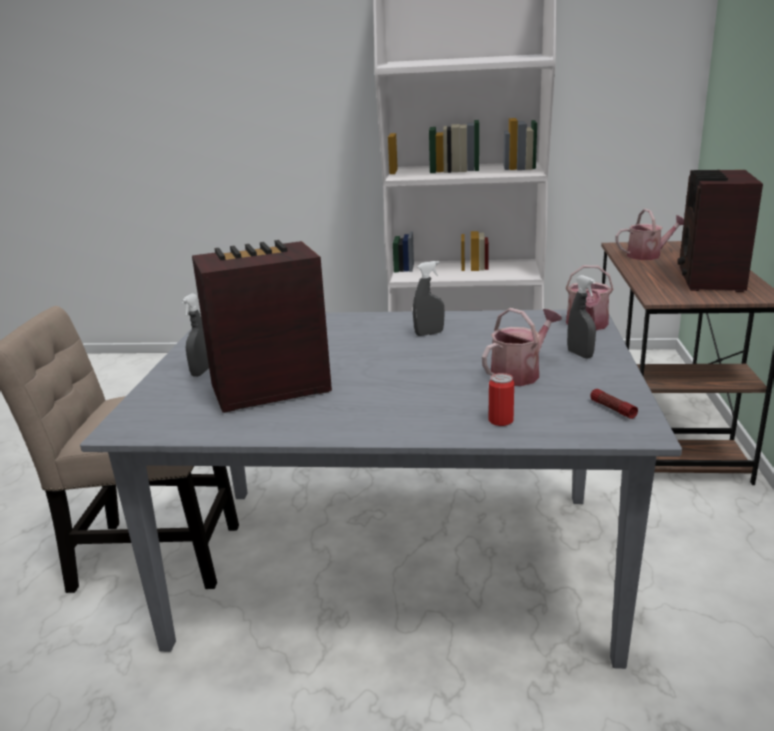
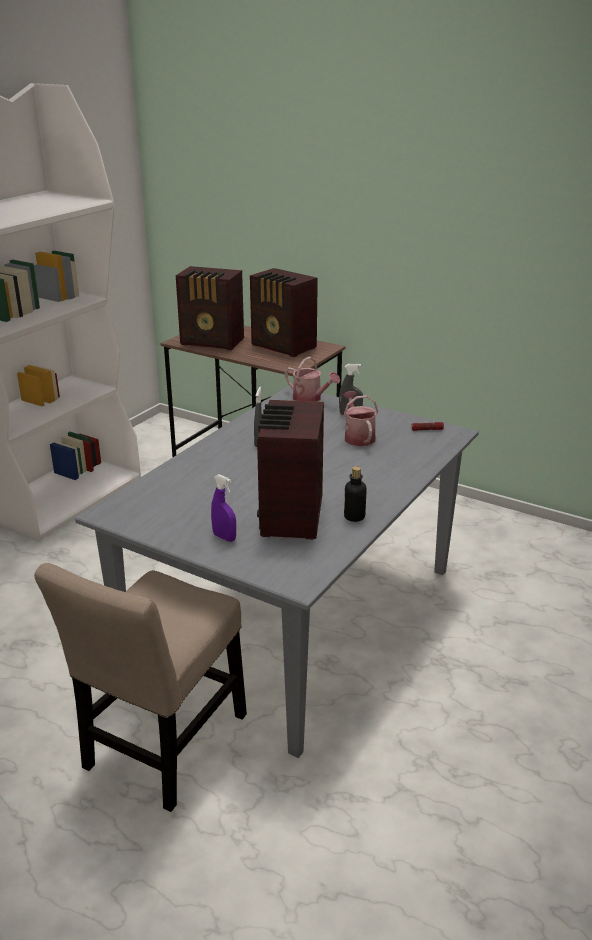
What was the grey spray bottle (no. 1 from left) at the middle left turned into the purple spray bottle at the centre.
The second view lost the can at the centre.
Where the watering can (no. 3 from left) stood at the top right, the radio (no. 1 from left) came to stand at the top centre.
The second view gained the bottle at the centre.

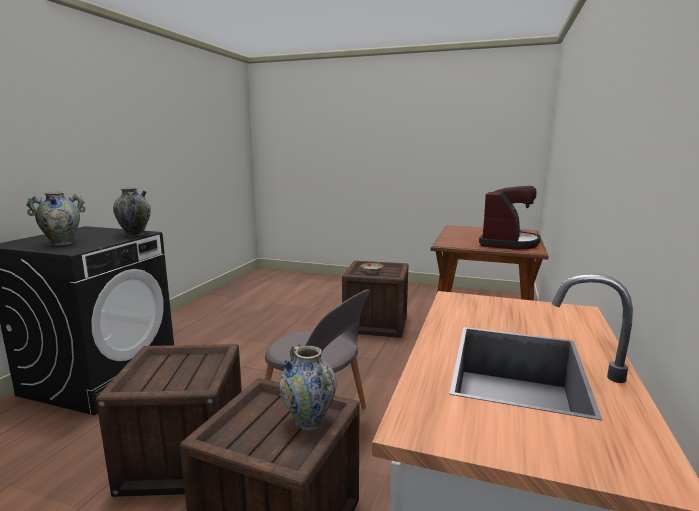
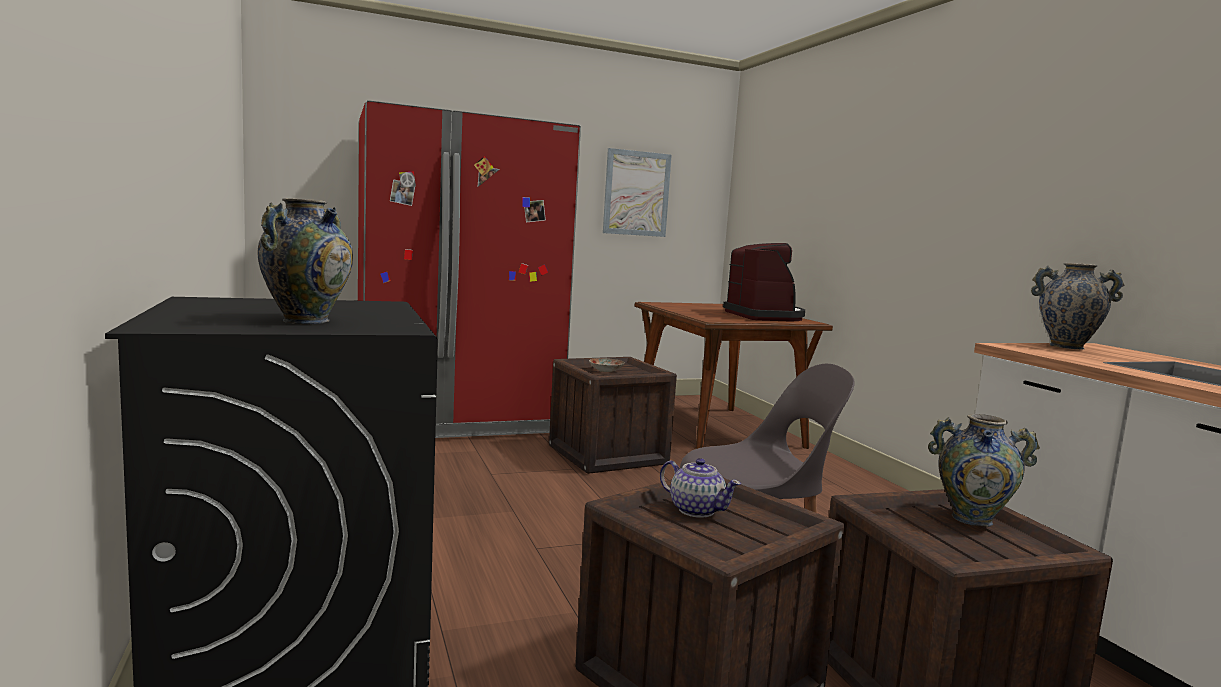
The vase (no. 2 from left in the first image) ended up elsewhere, having gone from the middle left to the middle right.
The second view gained the red fridge at the centre.
The second view gained the picture at the top centre.
The second view gained the teapot at the bottom centre.

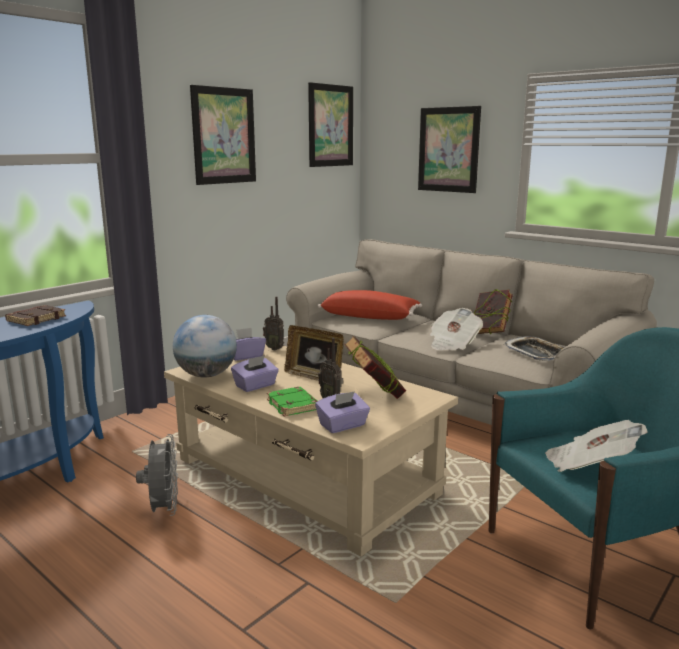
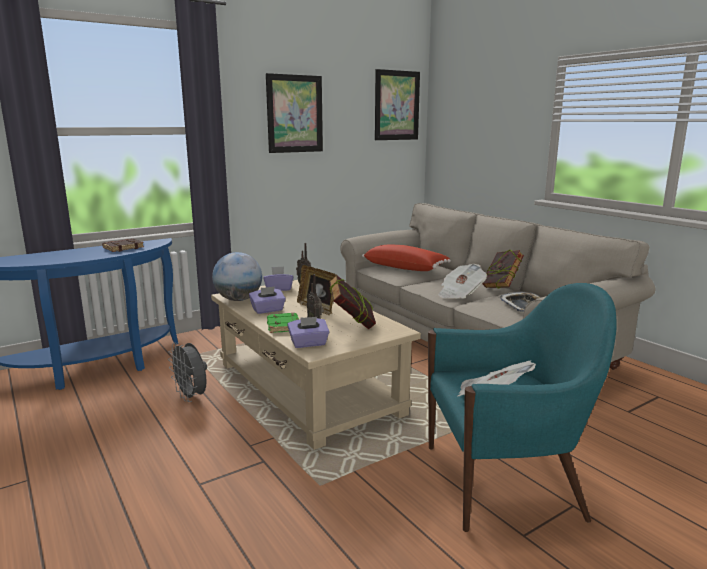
The grey fan at the bottom left ended up facing another way, 135 degrees clockwise from before.
The second view lost the picture (no. 3 from left) at the top centre.

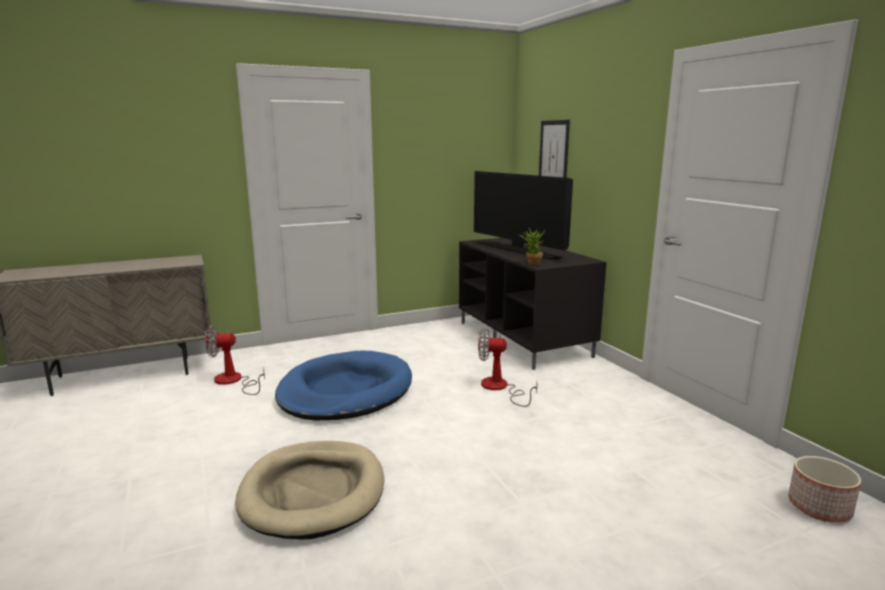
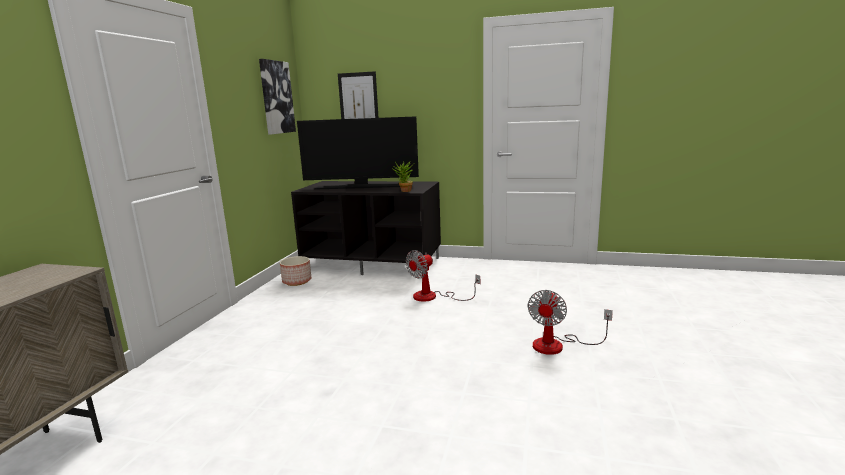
The fan (no. 1 from left in the first image) ended up elsewhere, having gone from the middle left to the bottom right.
The second view lost the beige dog bed at the bottom centre.
The second view lost the blue dog bed at the centre.
The planter ended up elsewhere, having gone from the bottom right to the centre.
The second view gained the picture (no. 1 from left) at the top left.

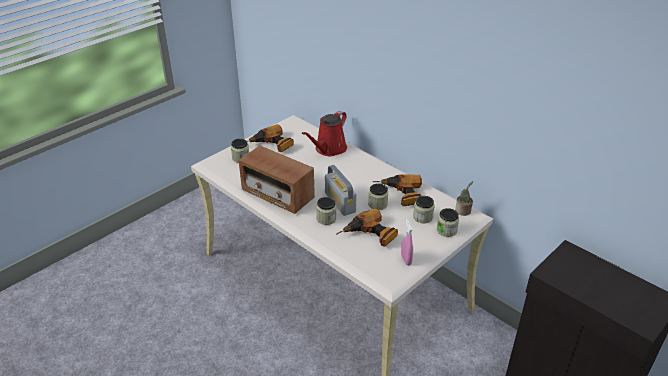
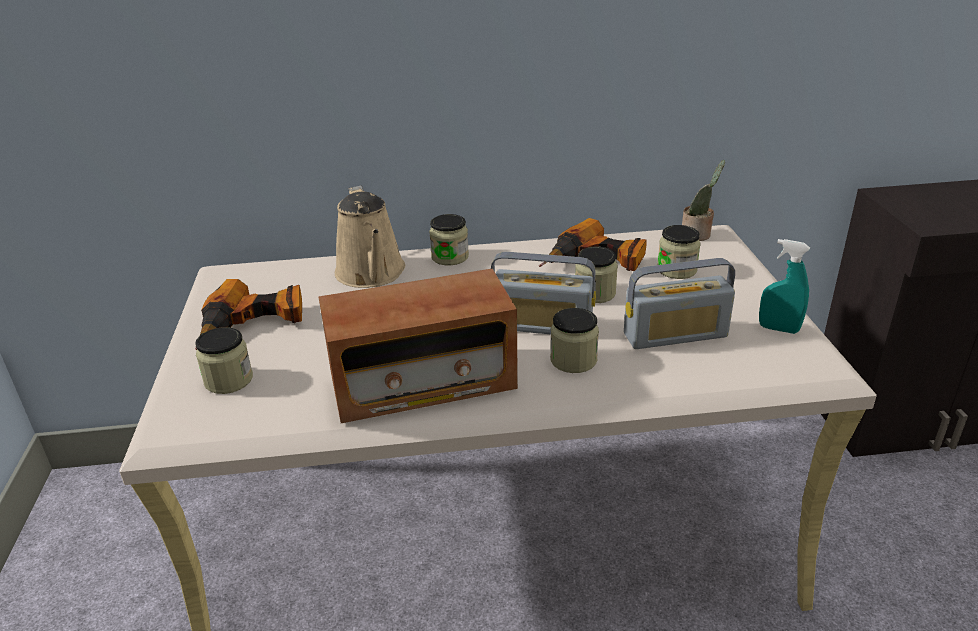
What was the red watering can at the centre turned into the beige watering can at the centre.
Where the power drill (no. 2 from left) stood at the centre, the radio (no. 3 from left) came to stand at the middle right.
What was the pink spray bottle at the centre turned into the turquoise spray bottle at the middle right.
The jar (no. 5 from left in the first image) ended up elsewhere, having gone from the middle right to the centre.

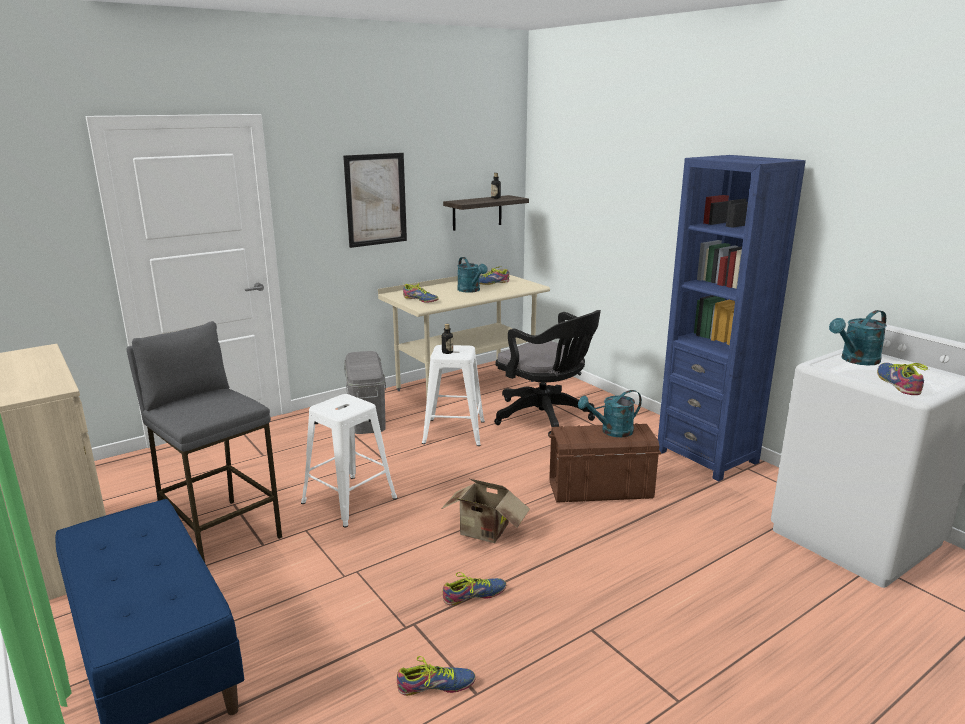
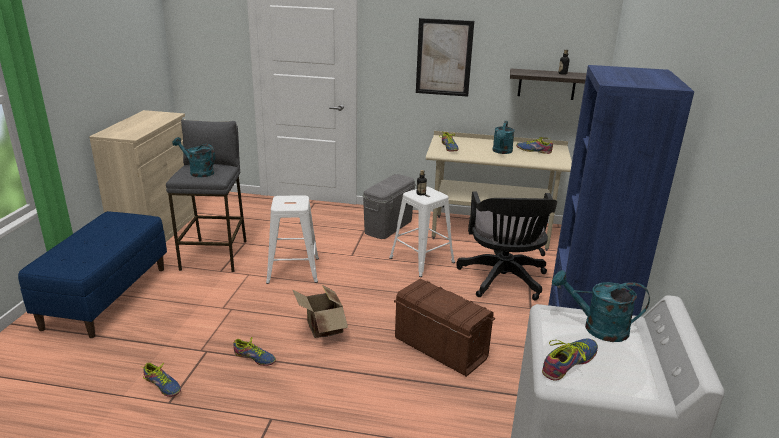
The turquoise watering can (no. 2 from left in the first image) ended up elsewhere, having gone from the centre to the middle left.

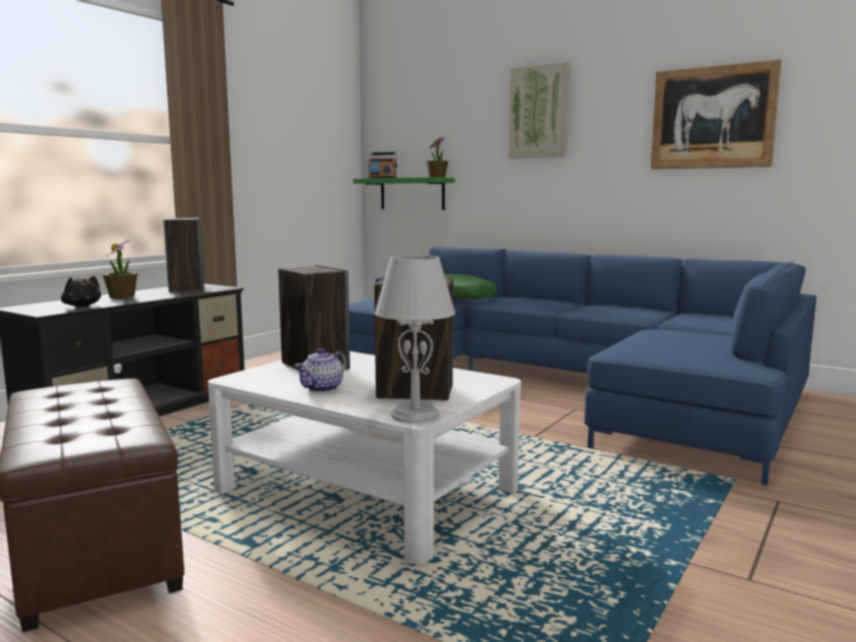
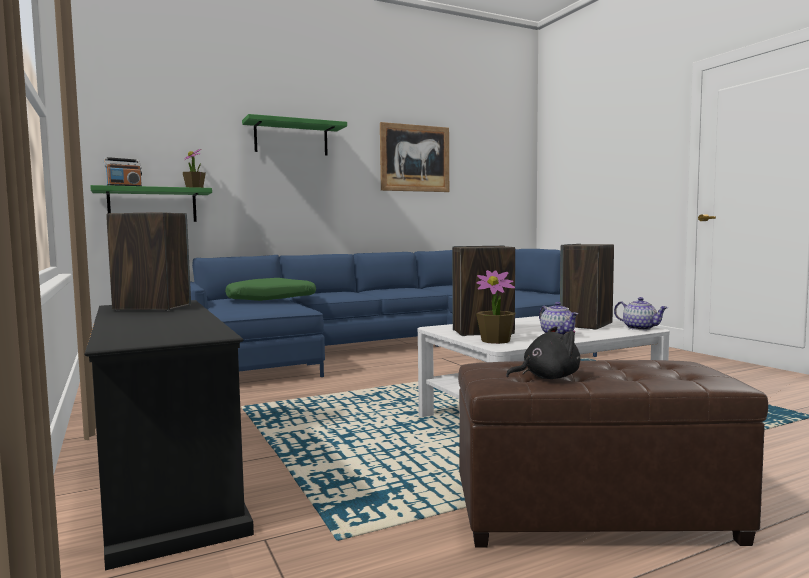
The black plush toy ended up elsewhere, having gone from the middle left to the middle right.
The potted plant (no. 1 from left in the first image) ended up elsewhere, having gone from the middle left to the centre.
Where the grey table lamp stood at the centre, the teapot (no. 2 from left) came to stand at the middle right.
Where the picture (no. 1 from left) hung at the top centre, the green shelf (no. 2 from left) came to hang at the top centre.

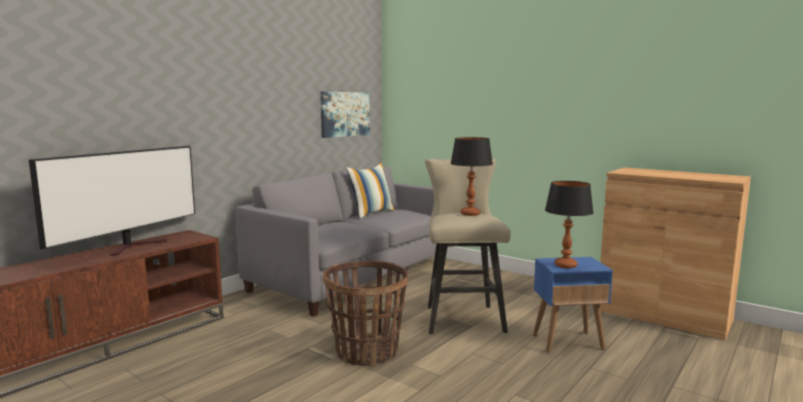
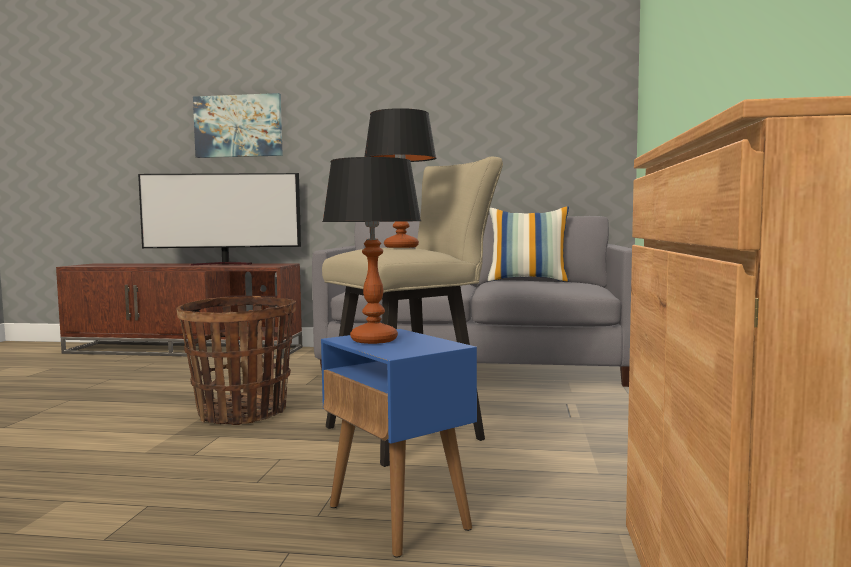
The picture ended up elsewhere, having gone from the top centre to the top left.

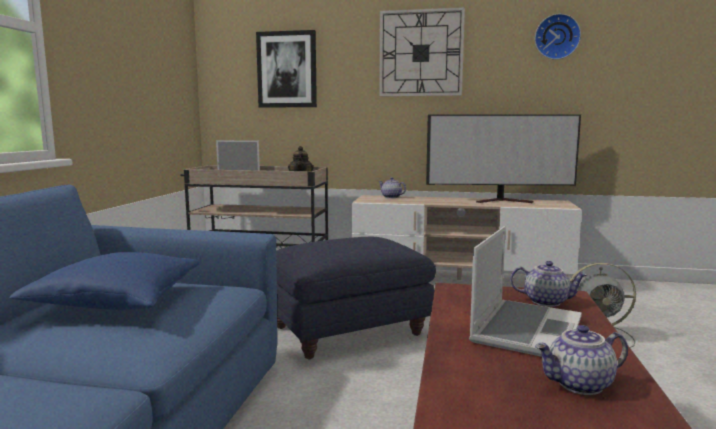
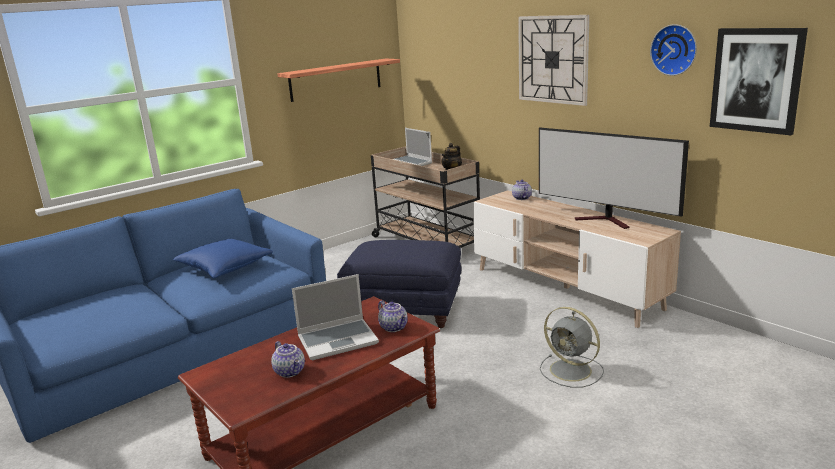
The picture ended up elsewhere, having gone from the top centre to the top right.
The teapot (no. 4 from left in the first image) at the bottom right ended up facing another way, 150 degrees counterclockwise from before.
The second view gained the shelf at the top centre.

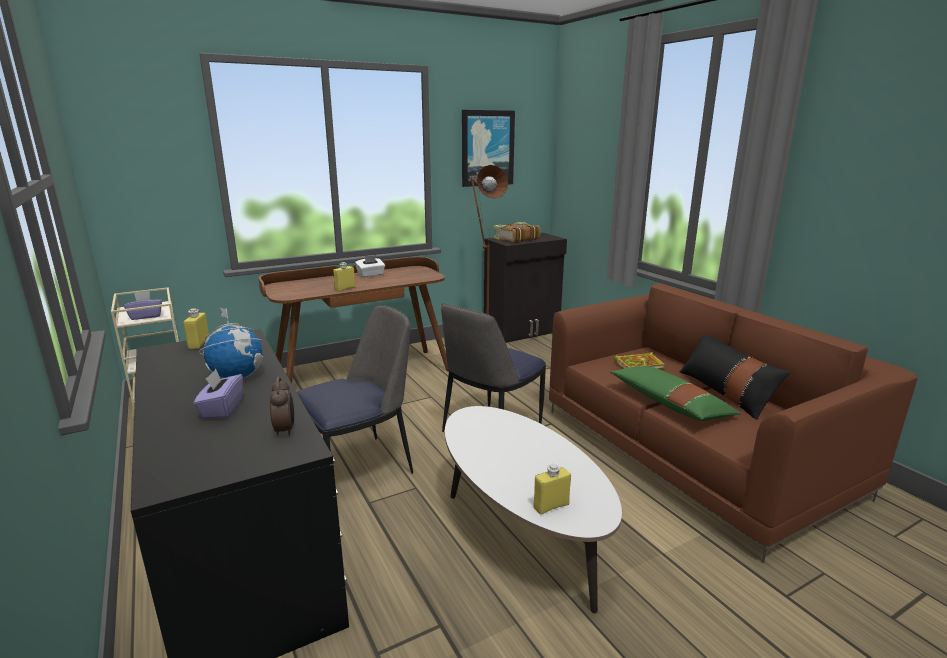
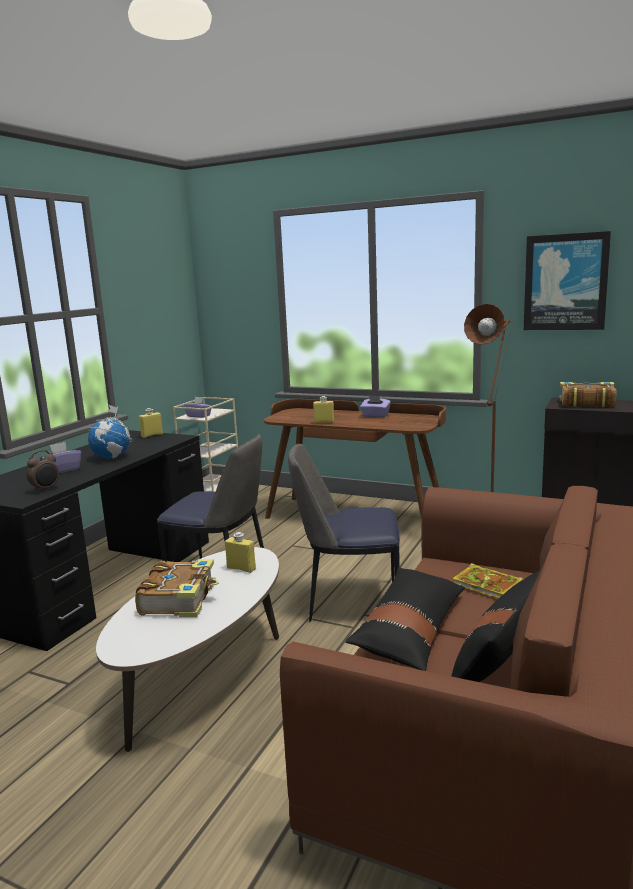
What was the white tissue box at the centre turned into the purple tissue box (no. 3 from left) at the centre.
The yellow bottle (no. 3 from left in the first image) ended up elsewhere, having gone from the bottom centre to the centre.
What was the green pillow at the middle right turned into the black pillow (no. 1 from left) at the bottom centre.
The second view gained the book (no. 1 from left) at the middle left.

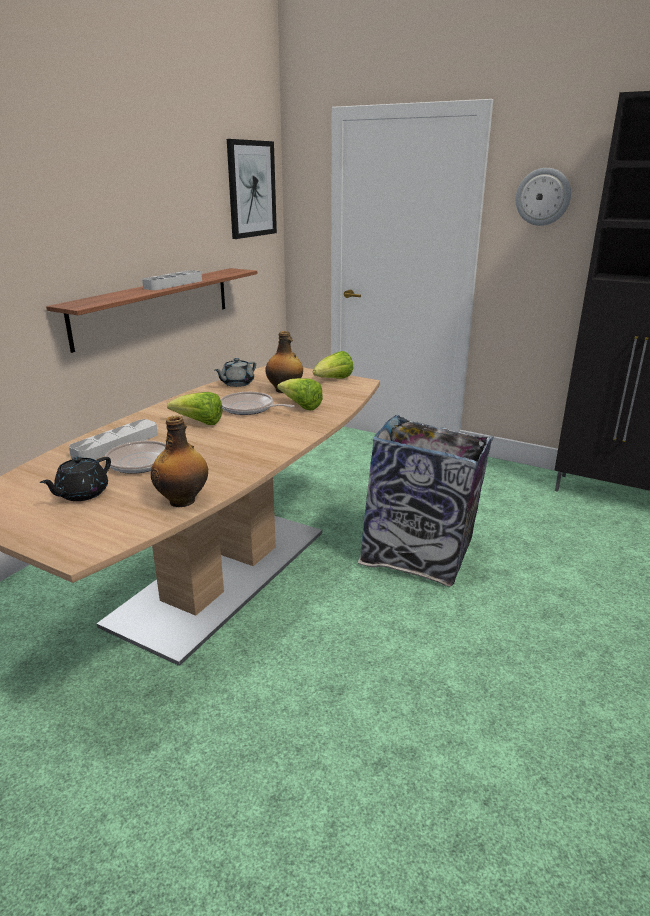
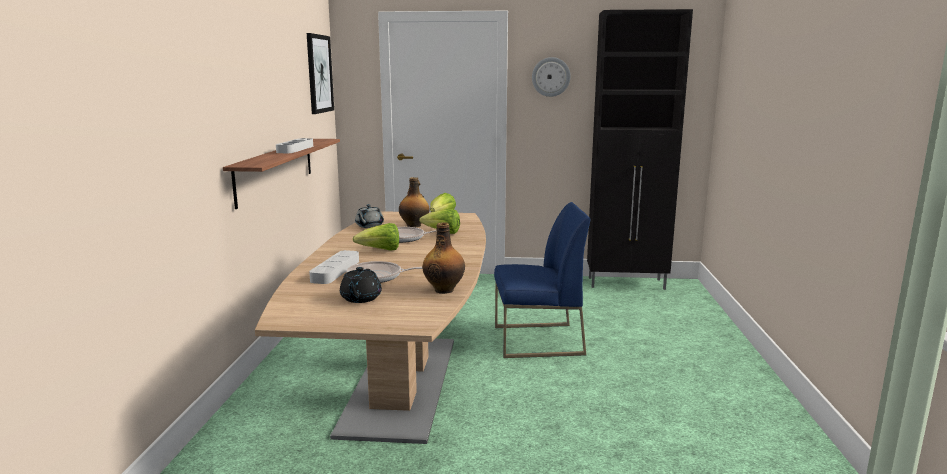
Where the trash can stood at the centre, the blue chair came to stand at the centre.

